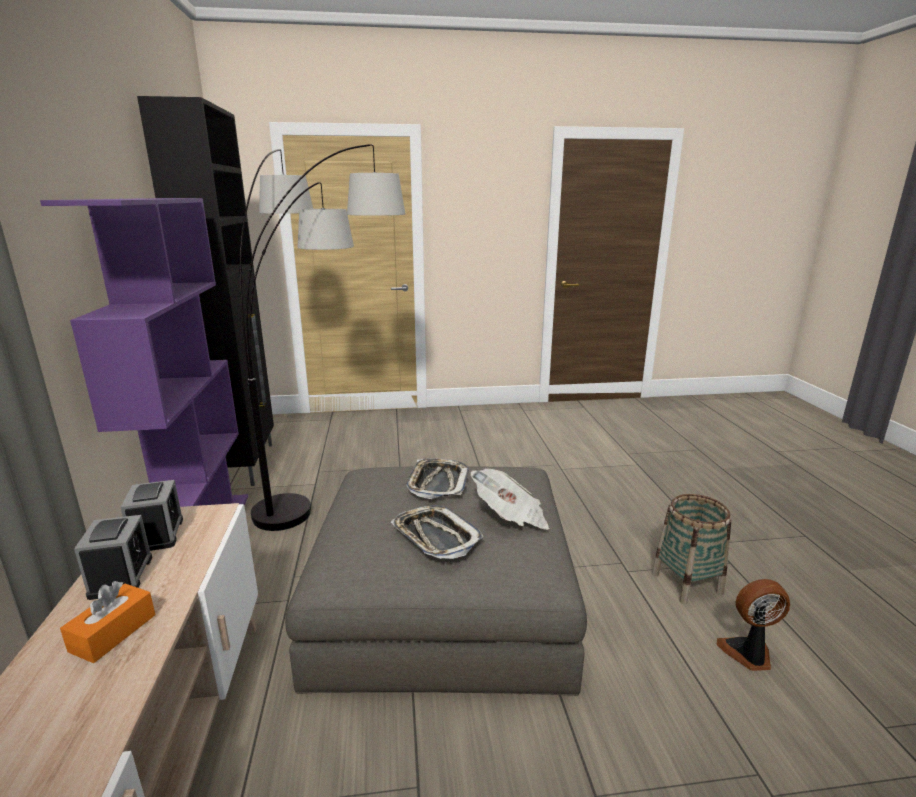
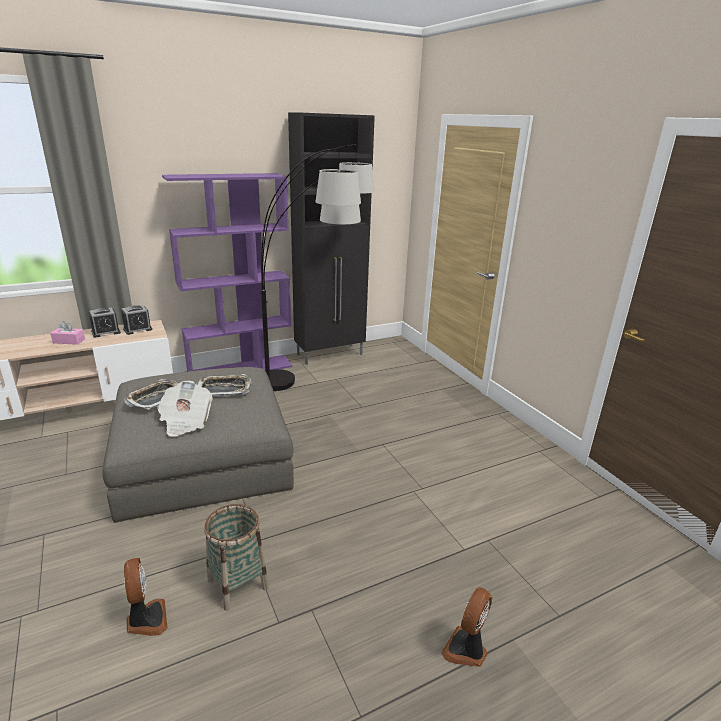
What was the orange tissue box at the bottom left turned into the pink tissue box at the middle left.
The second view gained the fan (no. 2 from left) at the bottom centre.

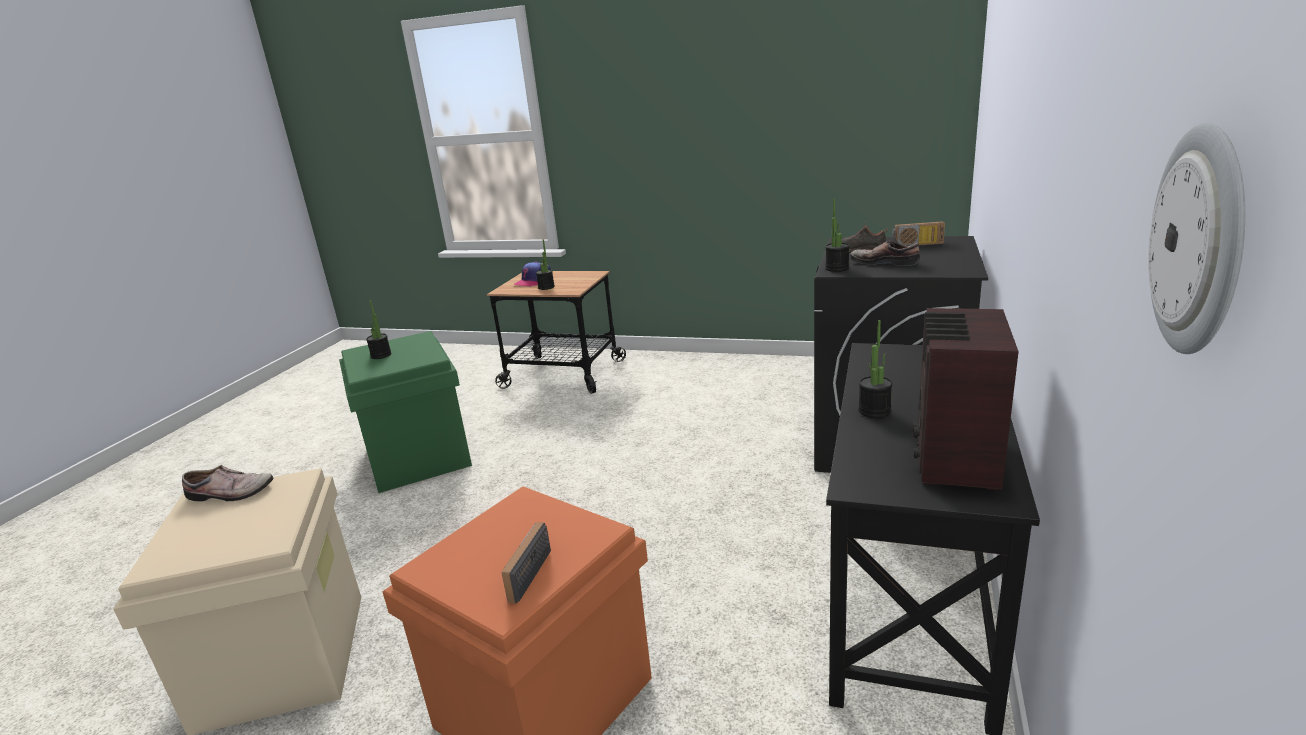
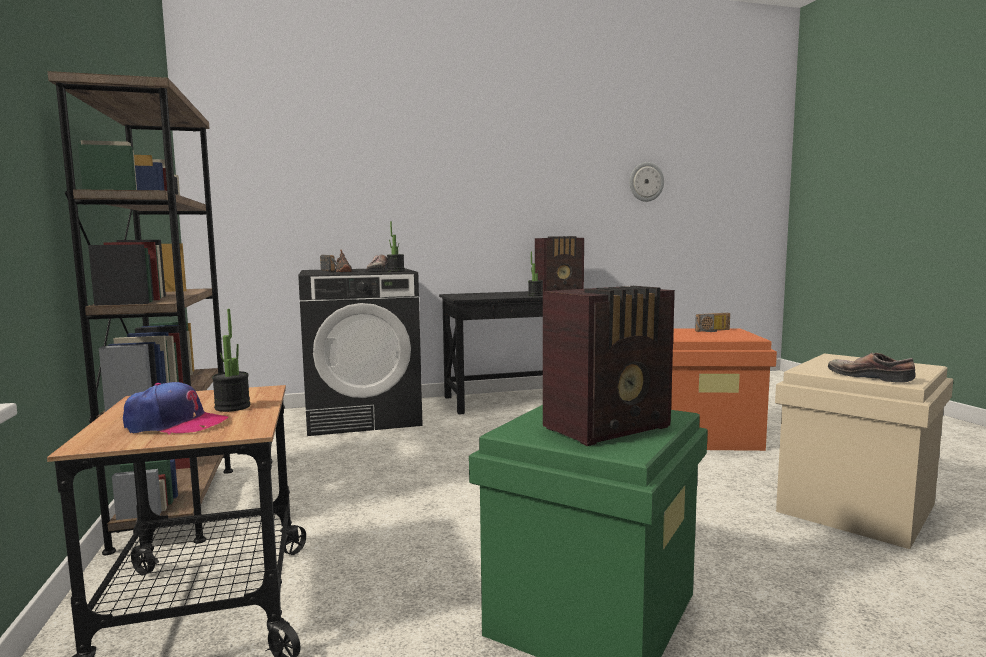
Where the potted plant (no. 1 from left) stood at the middle left, the radio (no. 3 from left) came to stand at the centre.
The second view gained the brown bookcase at the middle left.

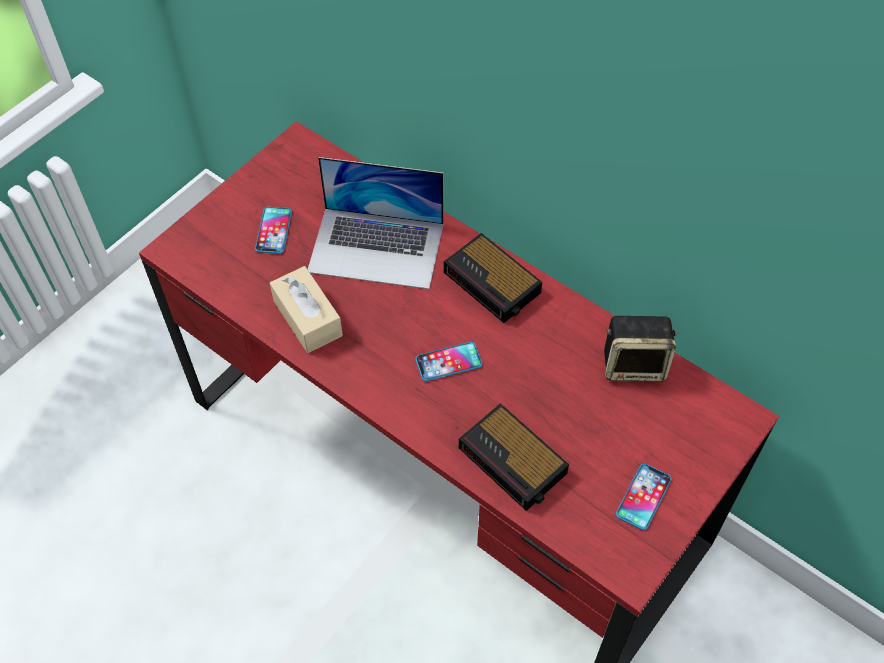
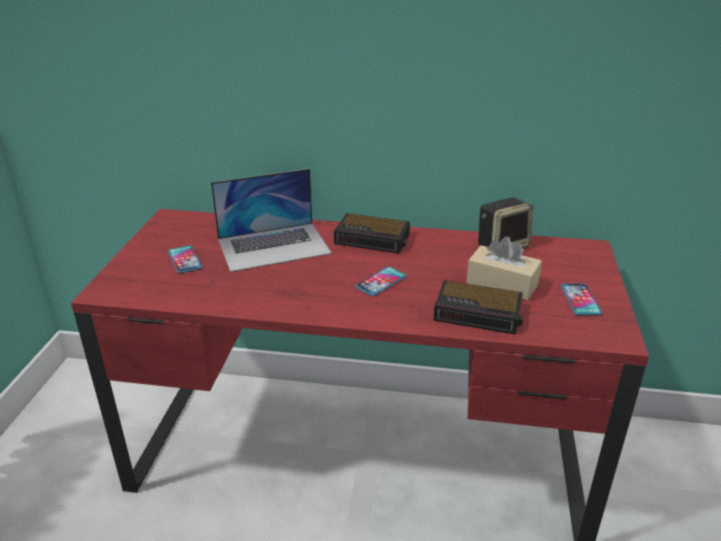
The beige tissue box ended up elsewhere, having gone from the centre to the middle right.

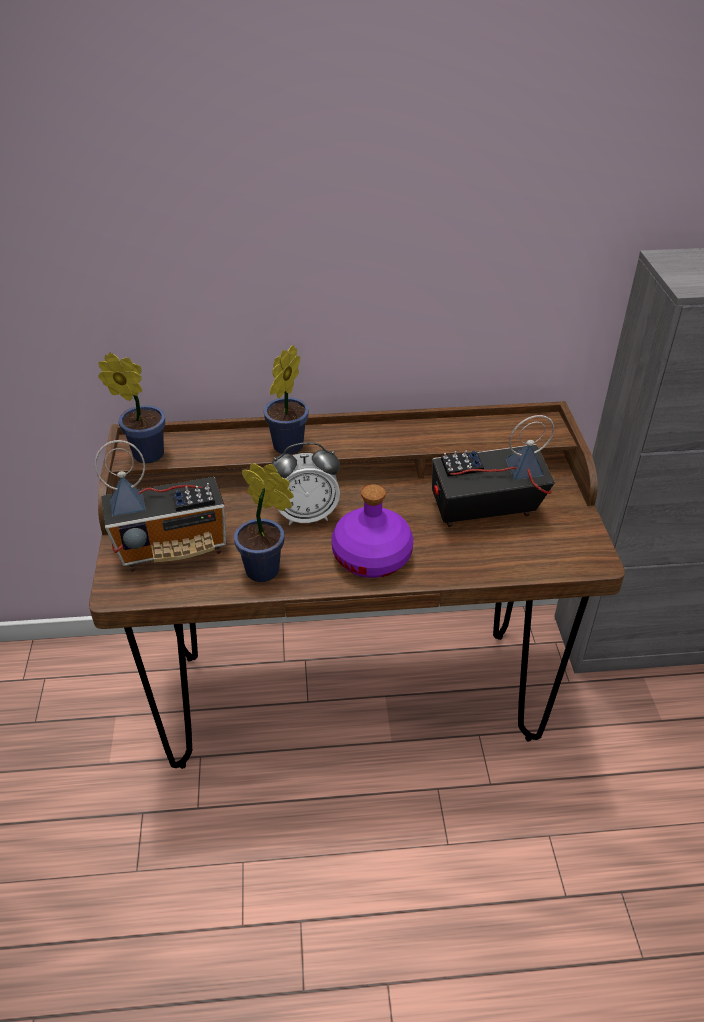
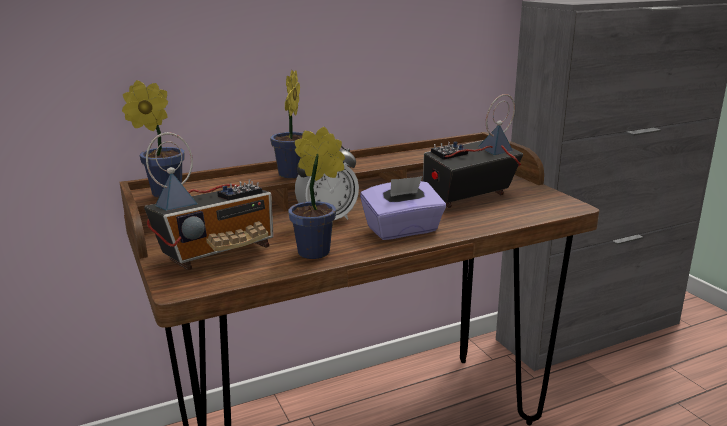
Where the purple bottle stood at the centre, the purple tissue box came to stand at the centre.

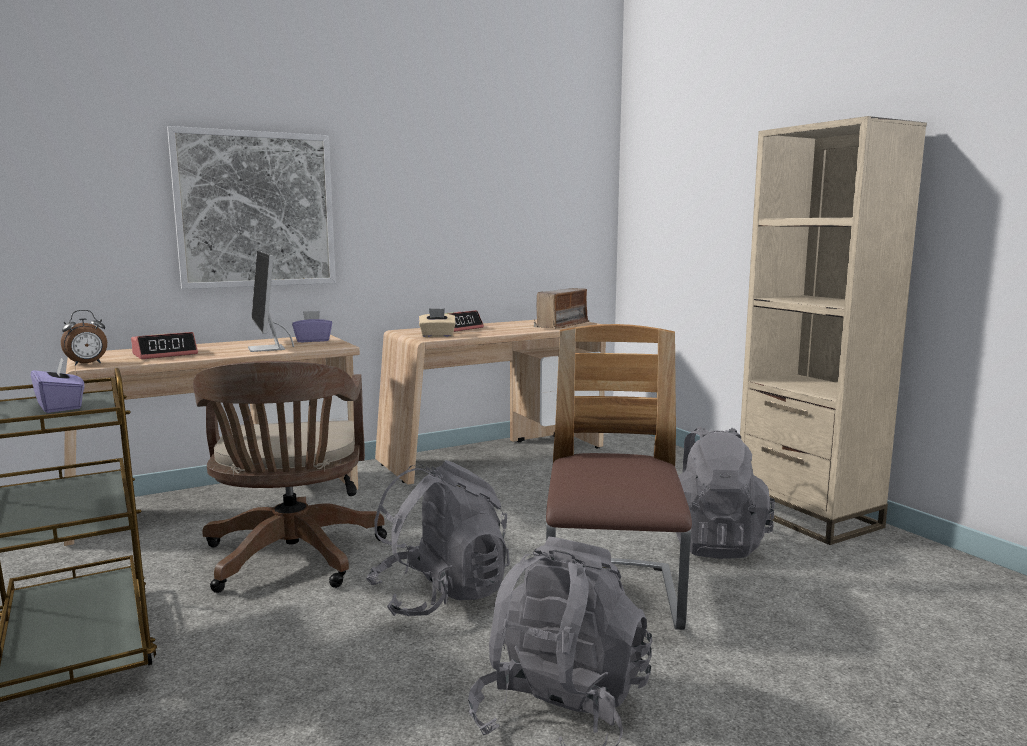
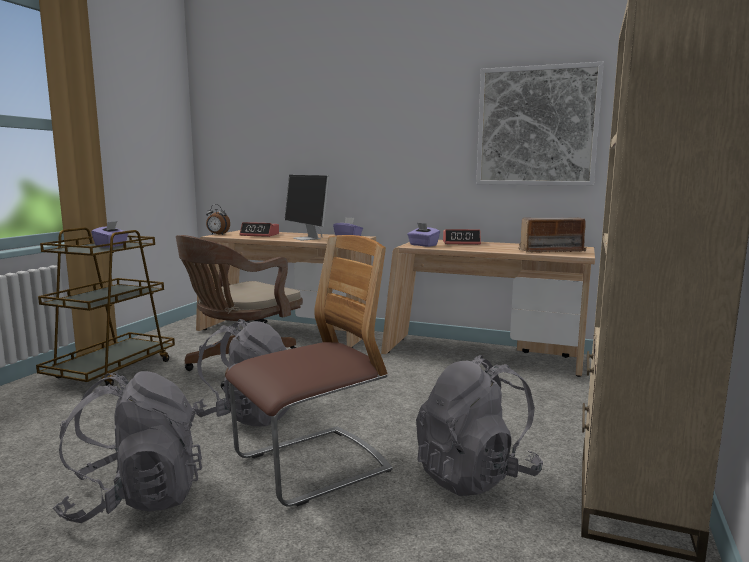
The picture ended up elsewhere, having gone from the top left to the top right.
The monitor at the middle left ended up facing another way, 60 degrees counterclockwise from before.
What was the beige tissue box at the centre turned into the purple tissue box (no. 3 from left) at the centre.

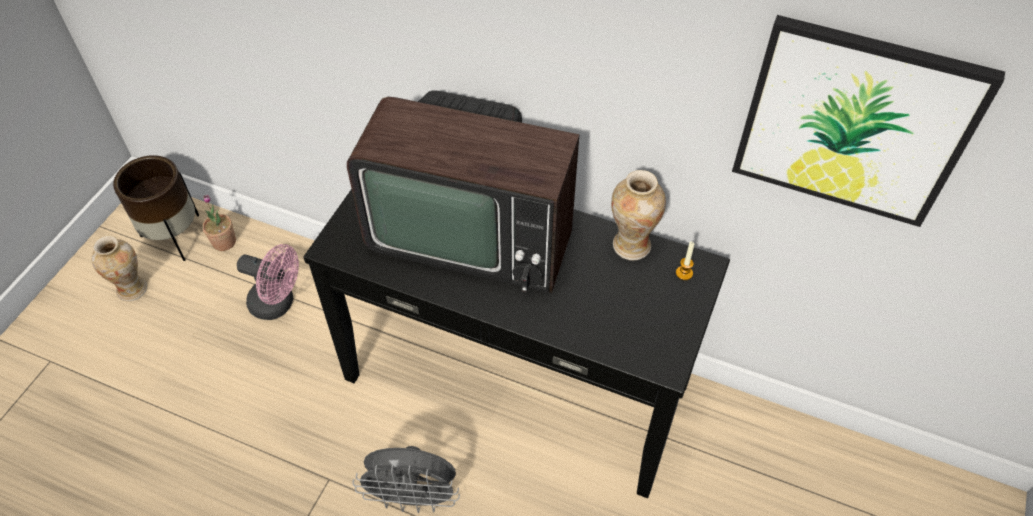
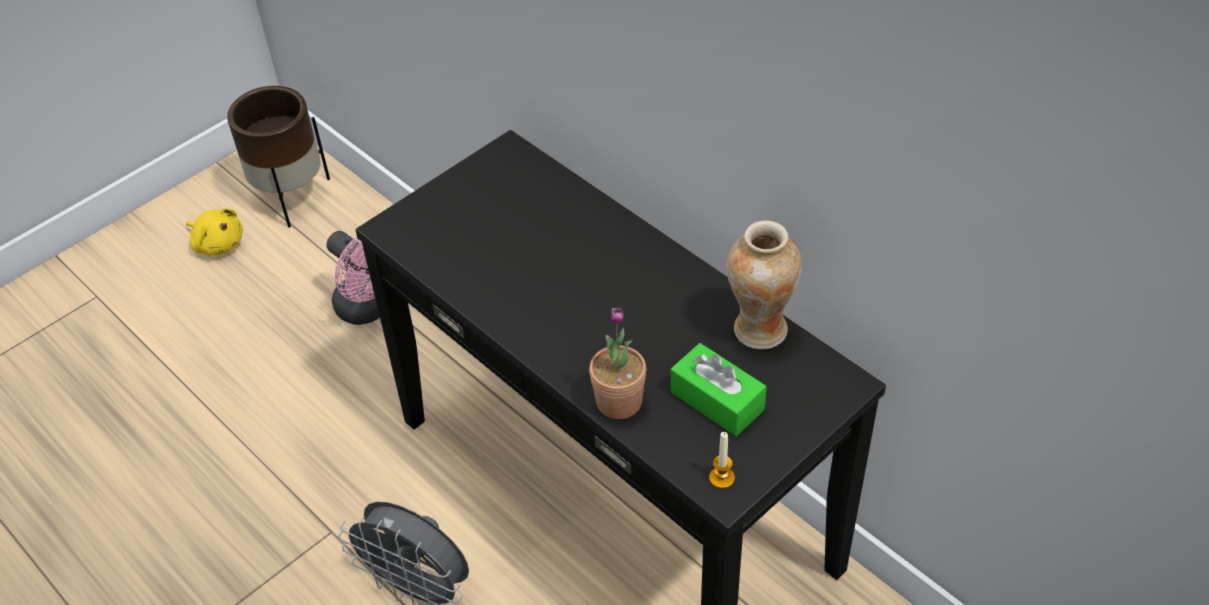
Where the vase (no. 1 from left) stood at the middle left, the yellow plush toy came to stand at the middle left.
The potted plant ended up elsewhere, having gone from the middle left to the centre.
The second view lost the television at the centre.
The candle ended up elsewhere, having gone from the centre to the bottom centre.
The second view lost the picture at the top right.
The second view gained the green tissue box at the centre.

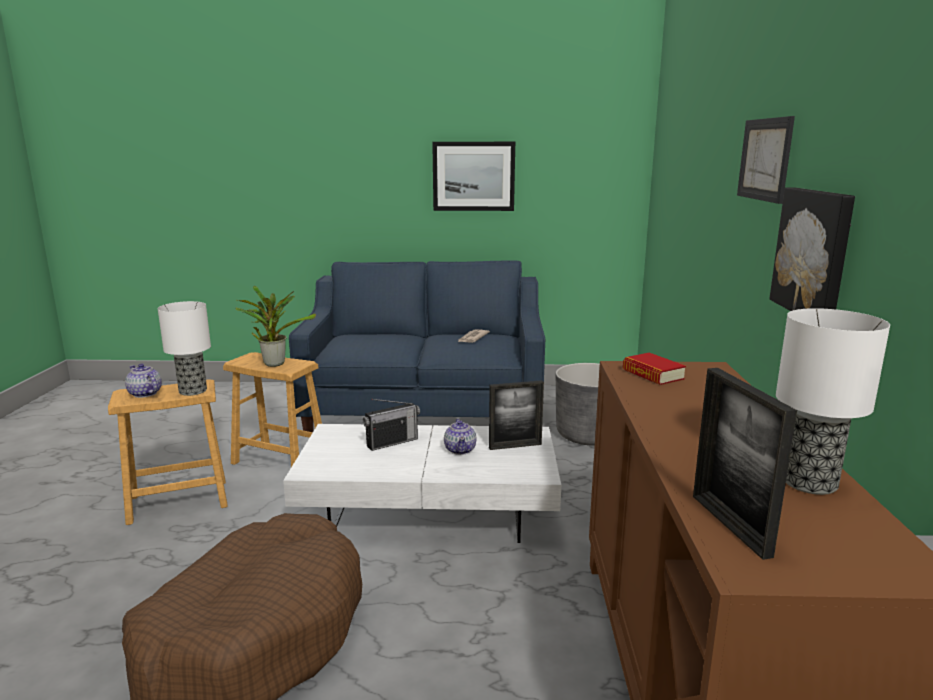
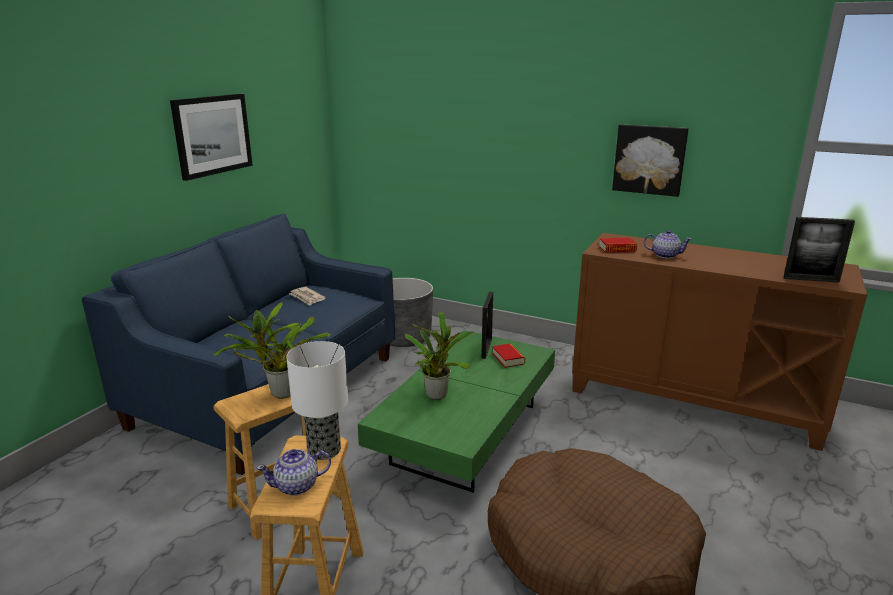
What was the white coffee table at the bottom centre turned into the green coffee table at the bottom centre.
Where the radio stood at the centre, the potted plant (no. 2 from left) came to stand at the centre.
The teapot (no. 2 from left) ended up elsewhere, having gone from the centre to the middle right.
The second view lost the picture (no. 2 from left) at the top right.
The second view lost the table lamp (no. 2 from left) at the middle right.
The second view gained the book (no. 1 from left) at the centre.

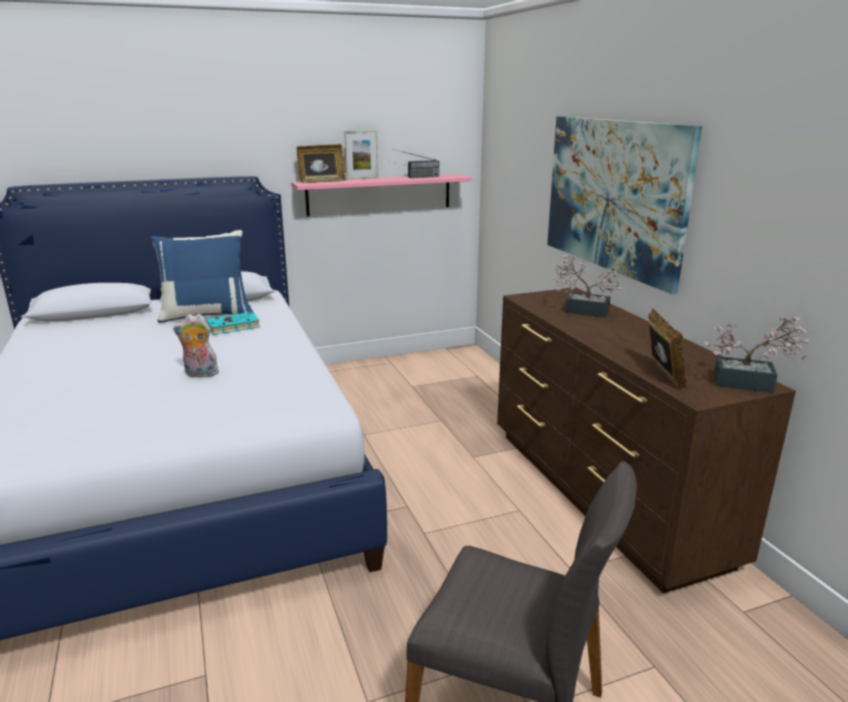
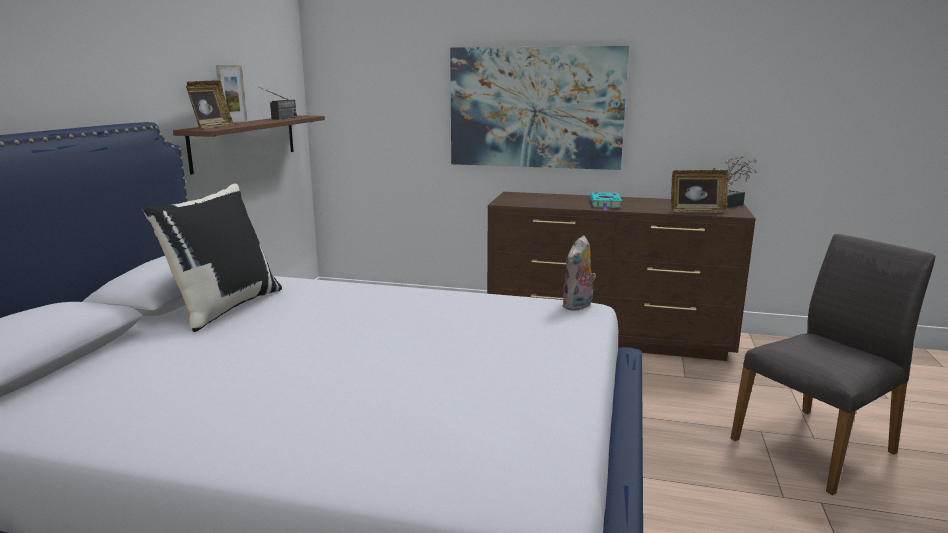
What was the blue pillow at the middle left turned into the black pillow at the middle left.
The plush toy ended up elsewhere, having gone from the middle left to the centre.
The turquoise book ended up elsewhere, having gone from the middle left to the centre.
What was the pink shelf at the top centre turned into the brown shelf at the top left.
The second view lost the potted plant (no. 1 from left) at the middle right.
The picture frame (no. 3 from left) at the middle right ended up facing another way, 150 degrees clockwise from before.

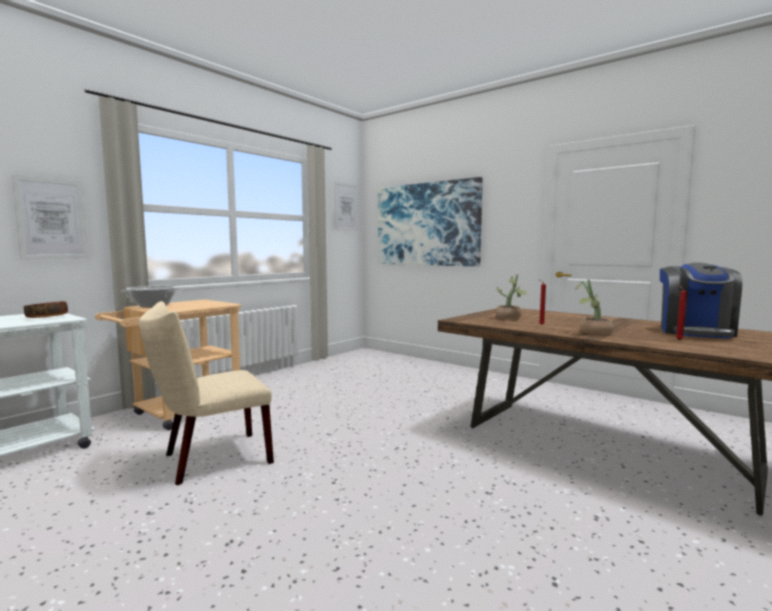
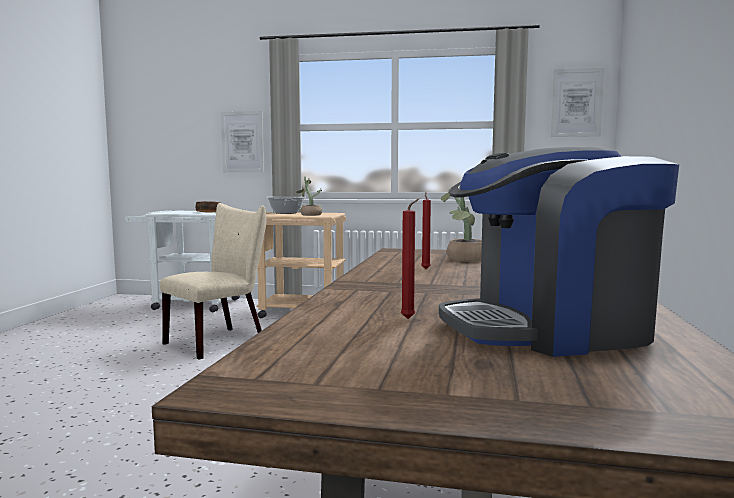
The beige chair at the middle left ended up facing another way, 105 degrees clockwise from before.
The second view lost the picture (no. 3 from left) at the centre.
The potted plant (no. 2 from left in the first image) ended up elsewhere, having gone from the middle right to the centre.

